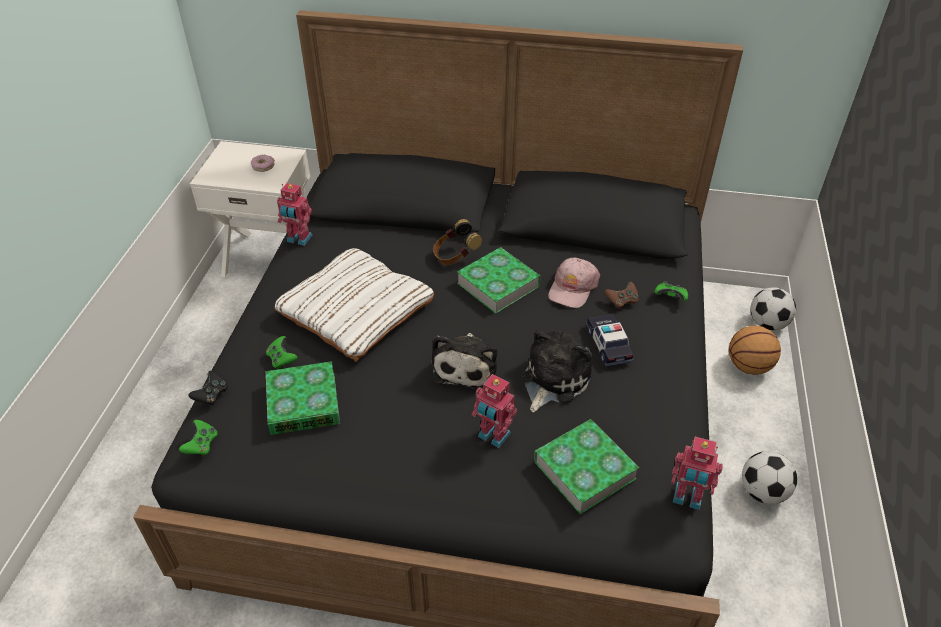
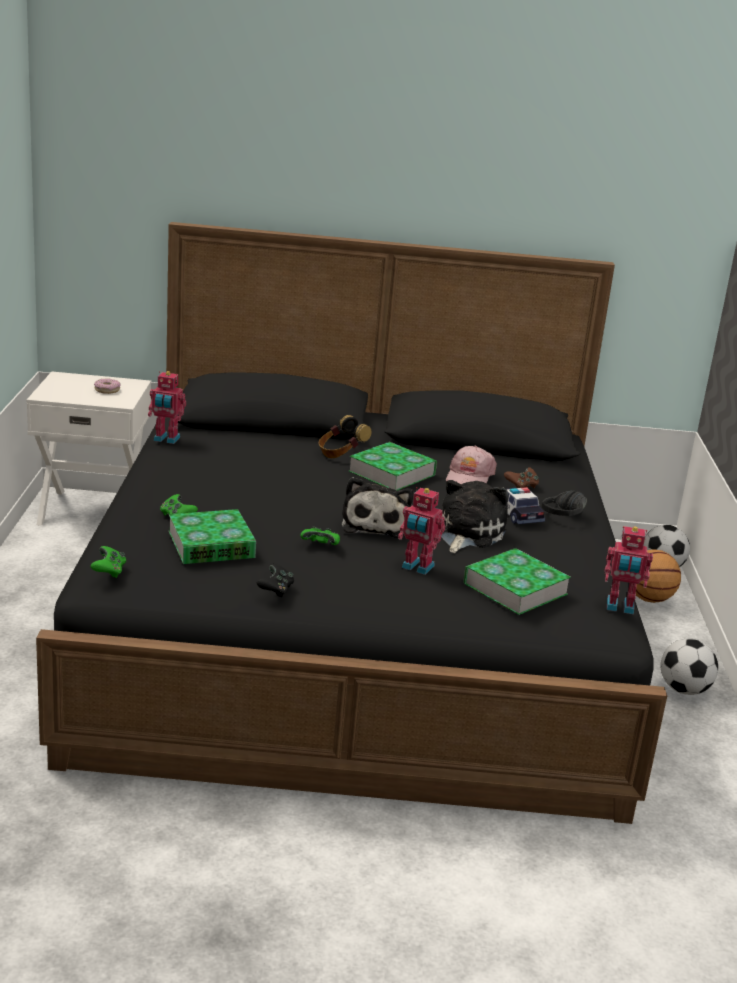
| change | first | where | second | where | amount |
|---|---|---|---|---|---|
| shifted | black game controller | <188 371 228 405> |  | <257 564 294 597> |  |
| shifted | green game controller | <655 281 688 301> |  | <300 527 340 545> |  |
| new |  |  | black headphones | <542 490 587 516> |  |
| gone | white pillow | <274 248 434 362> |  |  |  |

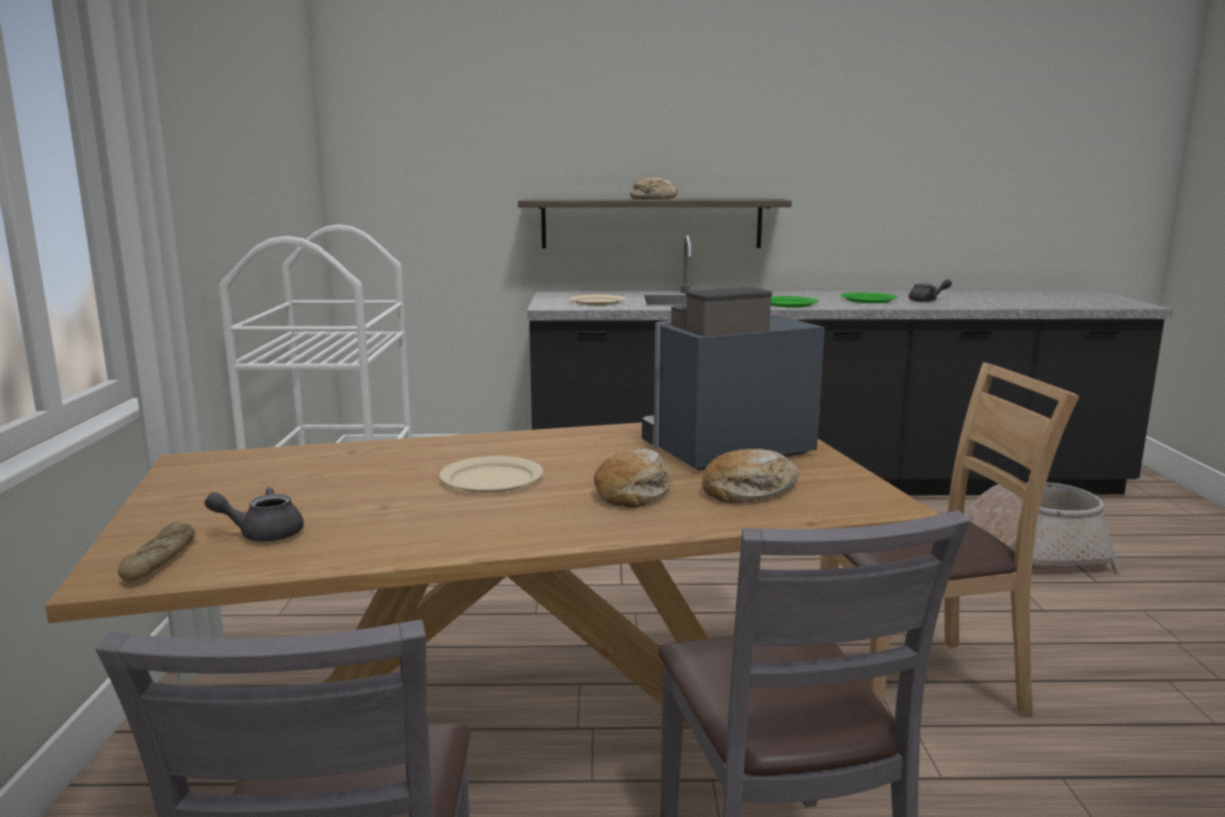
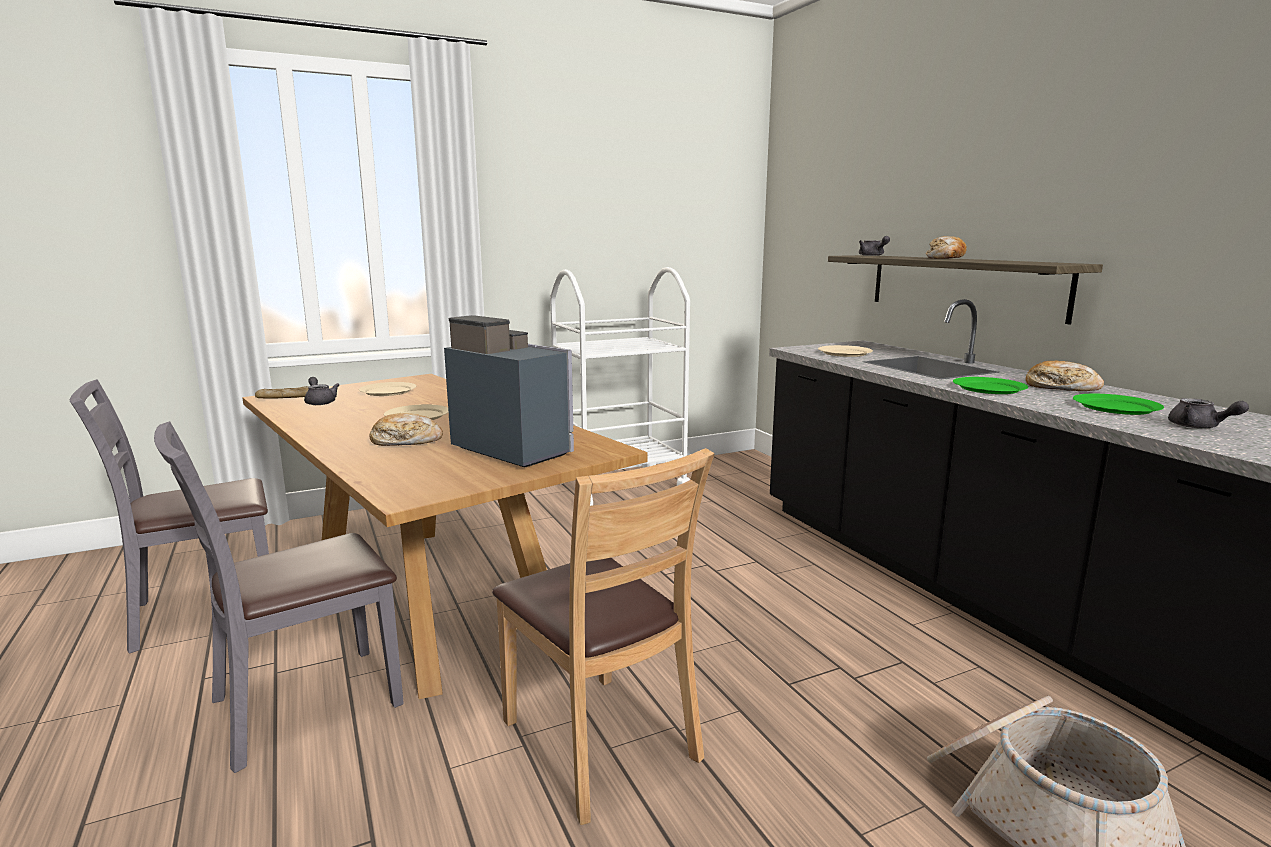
| change | first | where | second | where | amount |
|---|---|---|---|---|---|
| new |  |  | beige plate | <359 382 416 396> |  |
| new |  |  | grey teapot | <859 236 890 256> |  |
| shifted | bread | <702 449 799 503> |  | <1026 361 1104 391> |  |

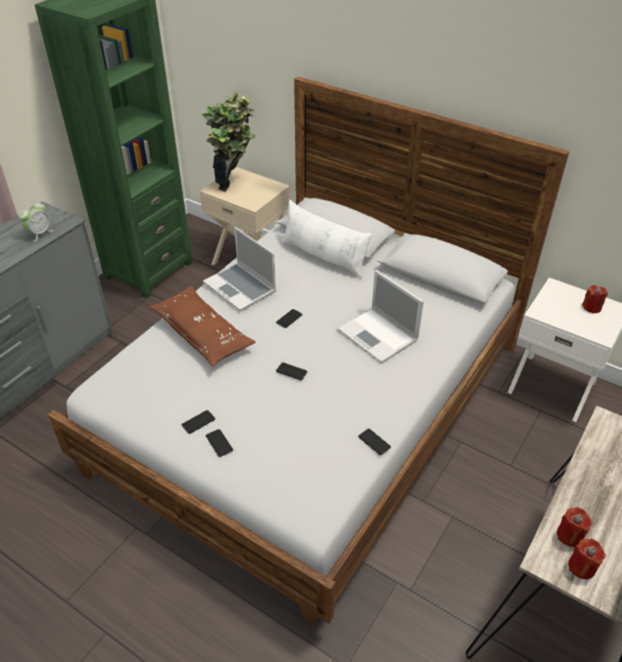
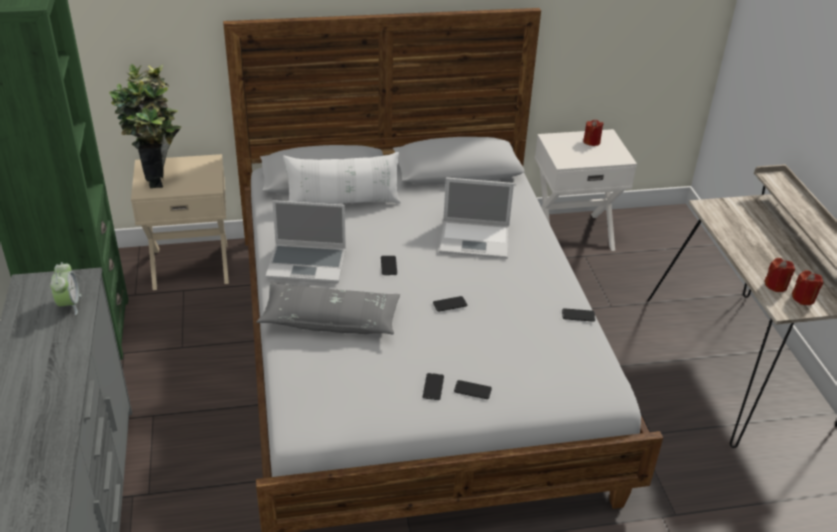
| change | first | where | second | where | amount |
|---|---|---|---|---|---|
| repainted | brown pillow | <149 286 256 367> | grey pillow | <257 282 400 334> |  |

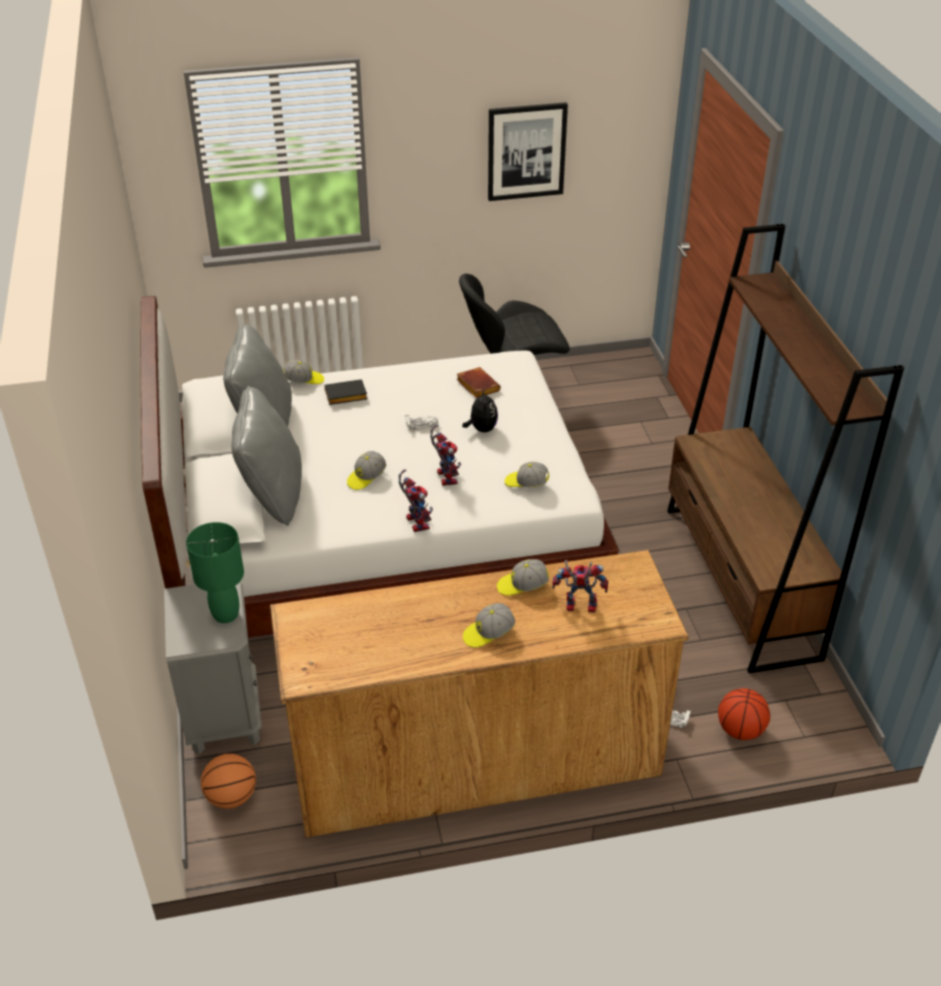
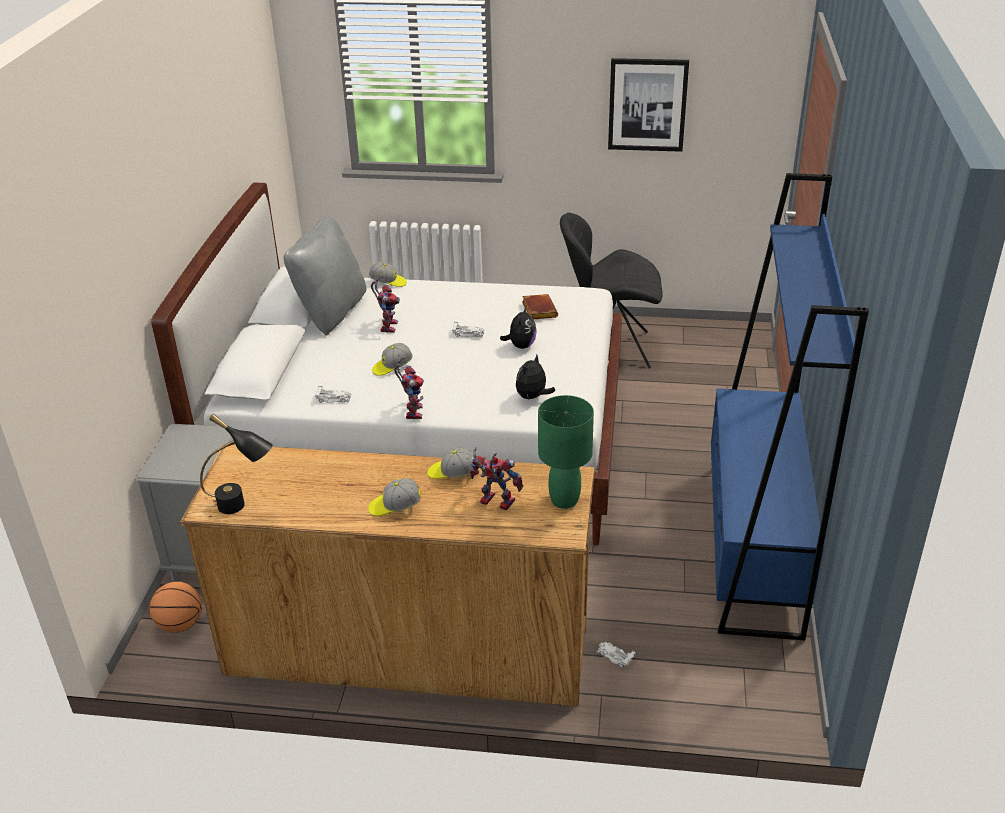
| change | first | where | second | where | amount |
|---|---|---|---|---|---|
| new |  |  | black table lamp | <200 414 273 514> |  |
| new |  |  | white toy car | <315 386 351 403> |  |
| shifted | toy robot | <430 425 461 486> |  | <371 276 400 333> |  |
| swapped | cap | <504 462 549 487> | plush toy | <516 355 555 399> |  |
| shifted | green table lamp | <186 522 244 623> |  | <538 395 594 509> |  |
| repainted | brown bookcase | <667 224 904 673> | blue bookcase | <711 173 869 640> |  |
| gone | grey pillow | <231 386 302 526> |  |  |  |
| gone | black book | <324 379 367 405> |  |  |  |
| gone | basketball | <718 688 770 740> |  |  |  |

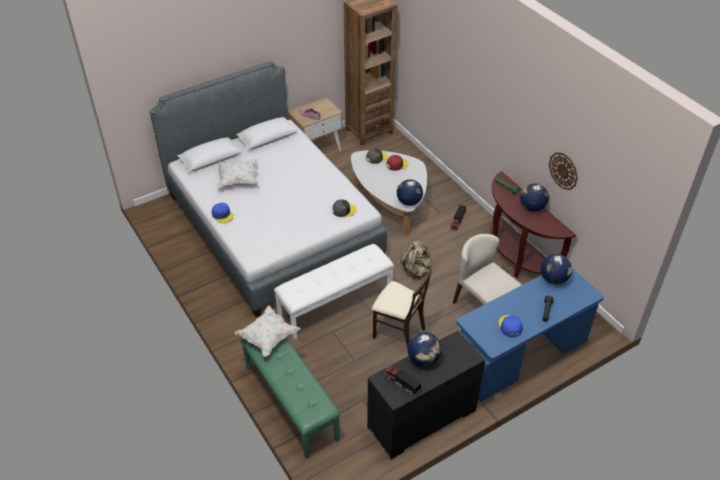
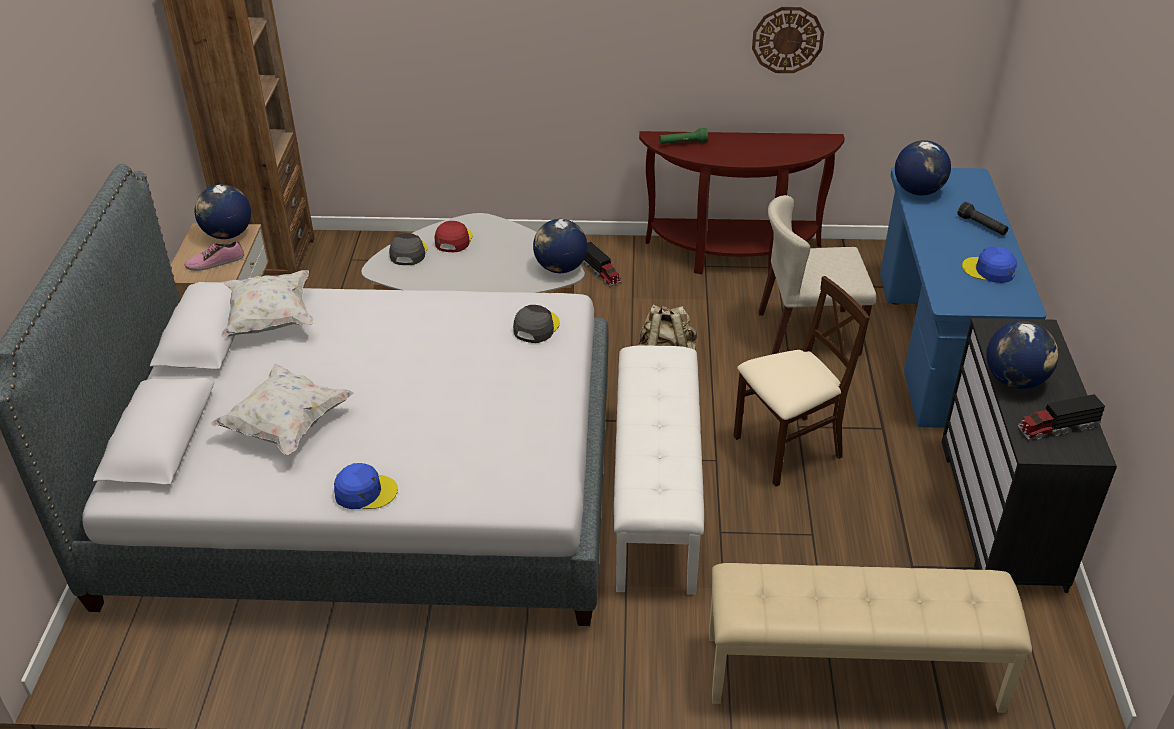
| change | first | where | second | where | amount |
|---|---|---|---|---|---|
| shifted | globe | <520 184 549 212> |  | <194 184 251 239> |  |
| shifted | white pillow | <234 305 301 357> |  | <219 270 314 338> |  |
| repainted | green bench | <241 337 341 459> | beige bench | <709 563 1032 713> |  |

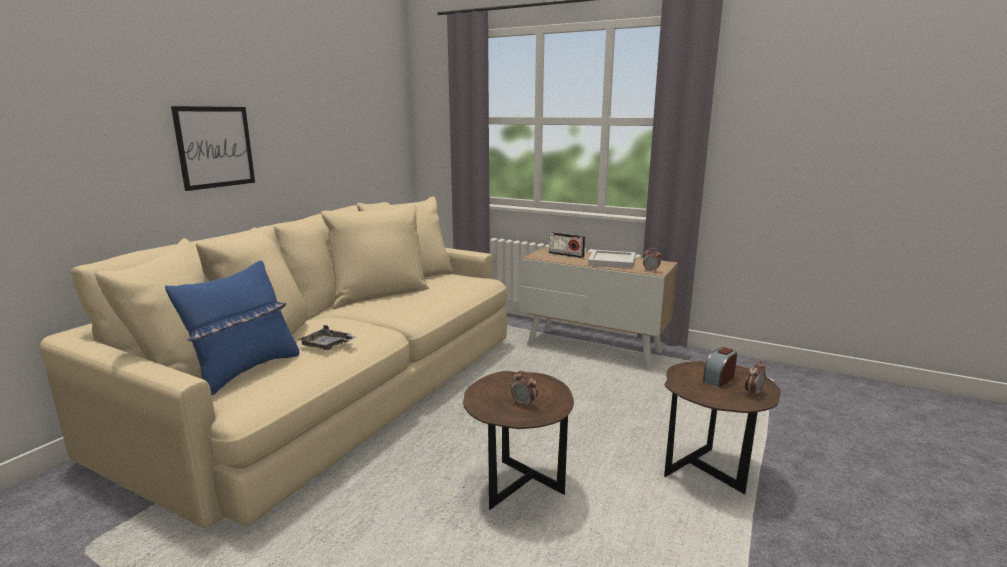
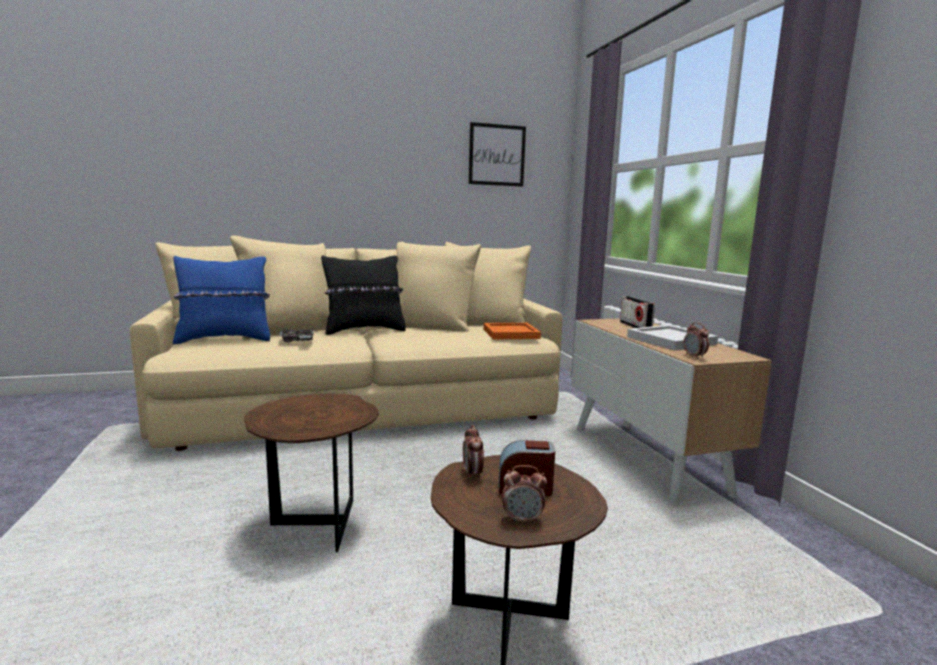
| change | first | where | second | where | amount |
|---|---|---|---|---|---|
| new |  |  | black pillow | <321 255 406 335> |  |
| shifted | alarm clock | <511 371 538 408> |  | <463 425 484 480> |  |
| shifted | picture | <171 106 255 191> |  | <468 122 526 187> |  |
| new |  |  | orange tray | <483 323 541 339> |  |

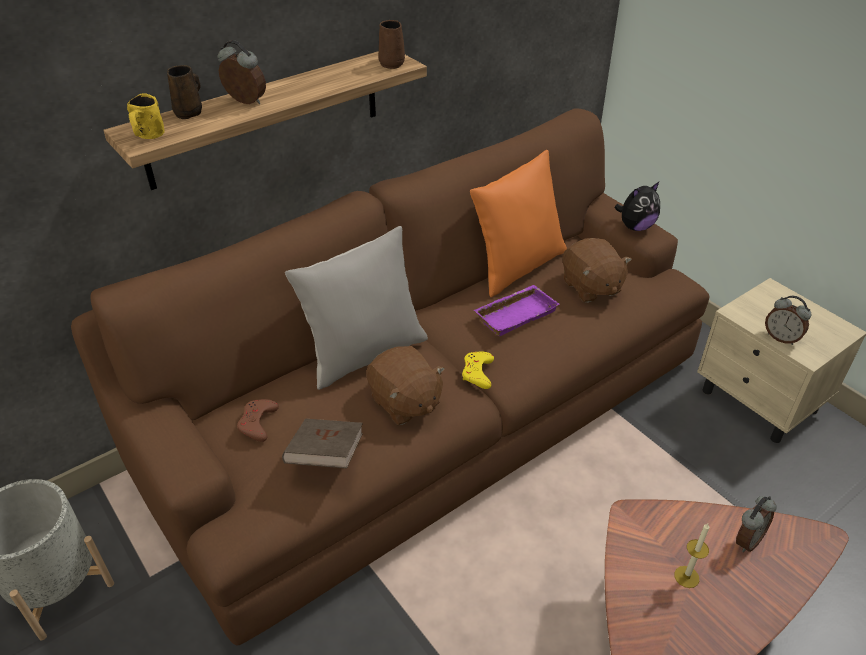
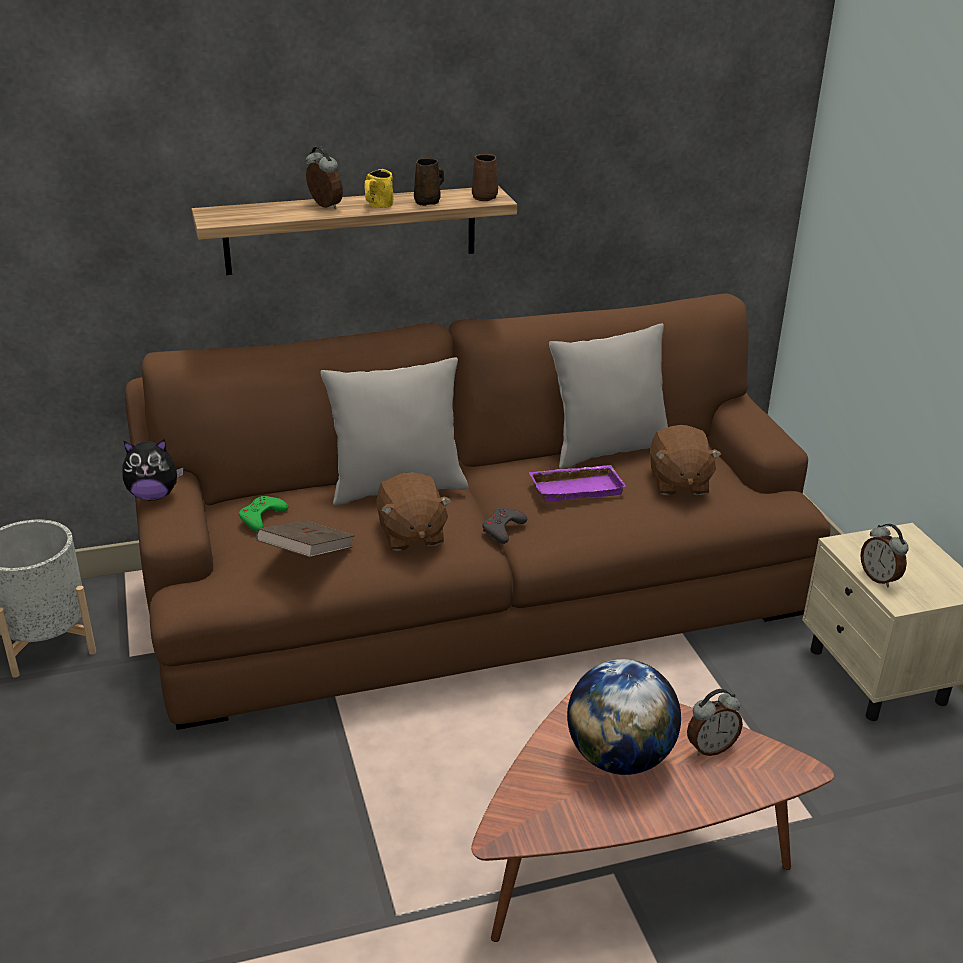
| change | first | where | second | where | amount |
|---|---|---|---|---|---|
| shifted | plush toy | <615 182 660 231> |  | <122 439 184 501> |  |
| repainted | brown game controller | <237 399 279 442> | green game controller | <239 496 288 532> |  |
| shifted | yellow mug | <127 93 164 139> |  | <364 169 394 208> |  |
| shifted | brown mug | <167 65 202 119> |  | <414 158 444 206> |  |
| repainted | yellow game controller | <462 352 494 389> | grey game controller | <482 508 527 544> |  |
| repainted | orange pillow | <470 150 567 297> | grey pillow | <549 324 668 469> |  |
| swapped | candle | <674 523 709 588> | globe | <567 659 681 775> |  |

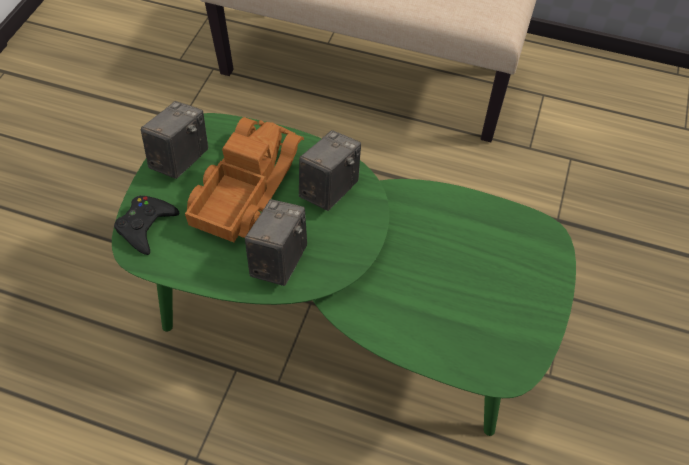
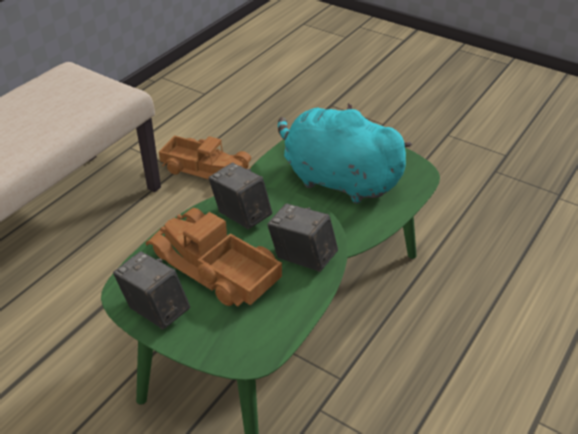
| change | first | where | second | where | amount |
|---|---|---|---|---|---|
| new |  |  | toy truck | <159 135 251 179> |  |
| new |  |  | turquoise plush toy | <278 103 412 204> |  |
| gone | black game controller | <114 196 179 255> |  |  |  |

